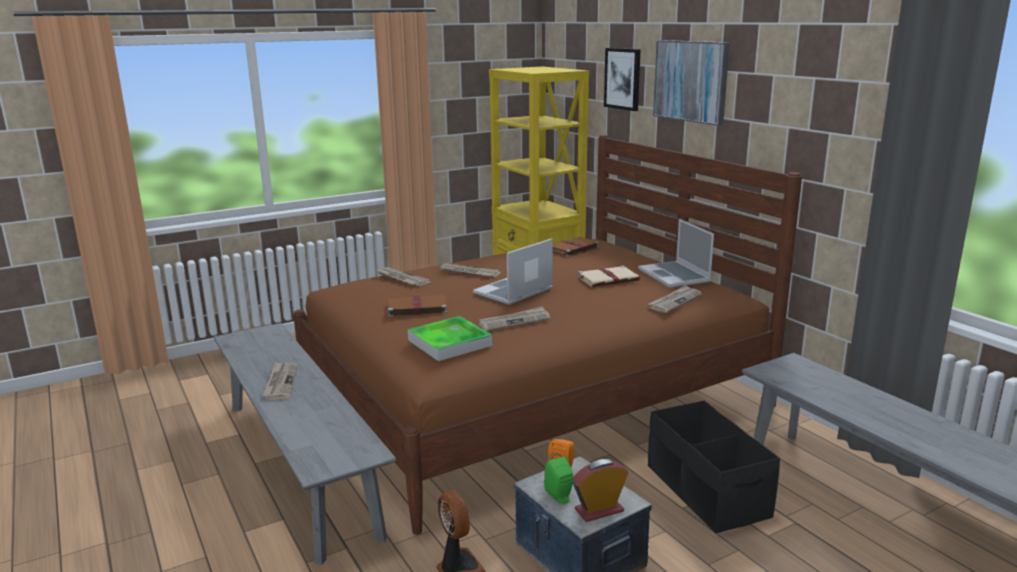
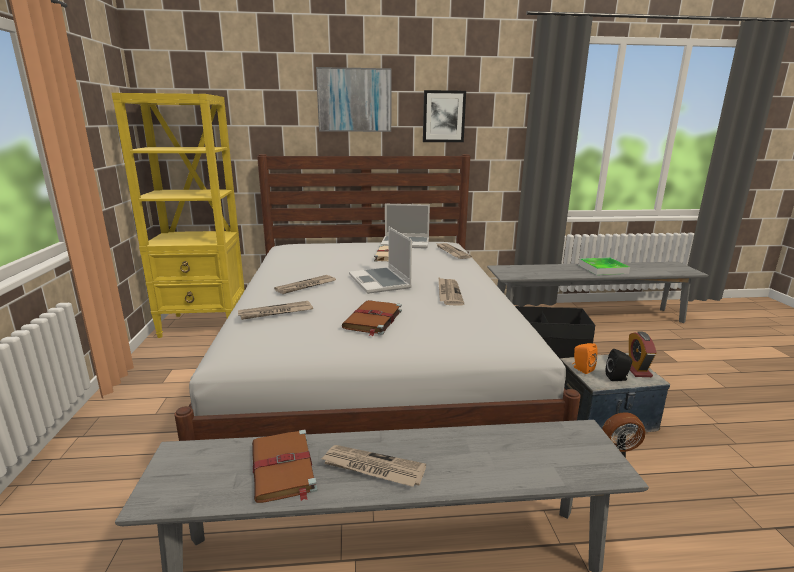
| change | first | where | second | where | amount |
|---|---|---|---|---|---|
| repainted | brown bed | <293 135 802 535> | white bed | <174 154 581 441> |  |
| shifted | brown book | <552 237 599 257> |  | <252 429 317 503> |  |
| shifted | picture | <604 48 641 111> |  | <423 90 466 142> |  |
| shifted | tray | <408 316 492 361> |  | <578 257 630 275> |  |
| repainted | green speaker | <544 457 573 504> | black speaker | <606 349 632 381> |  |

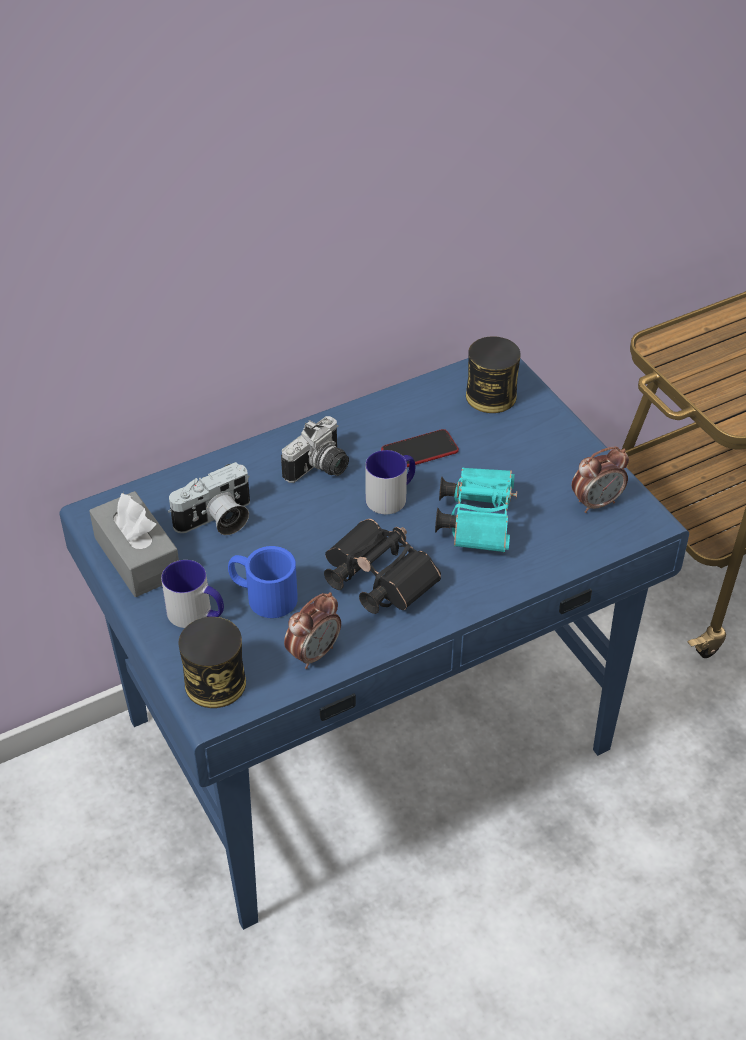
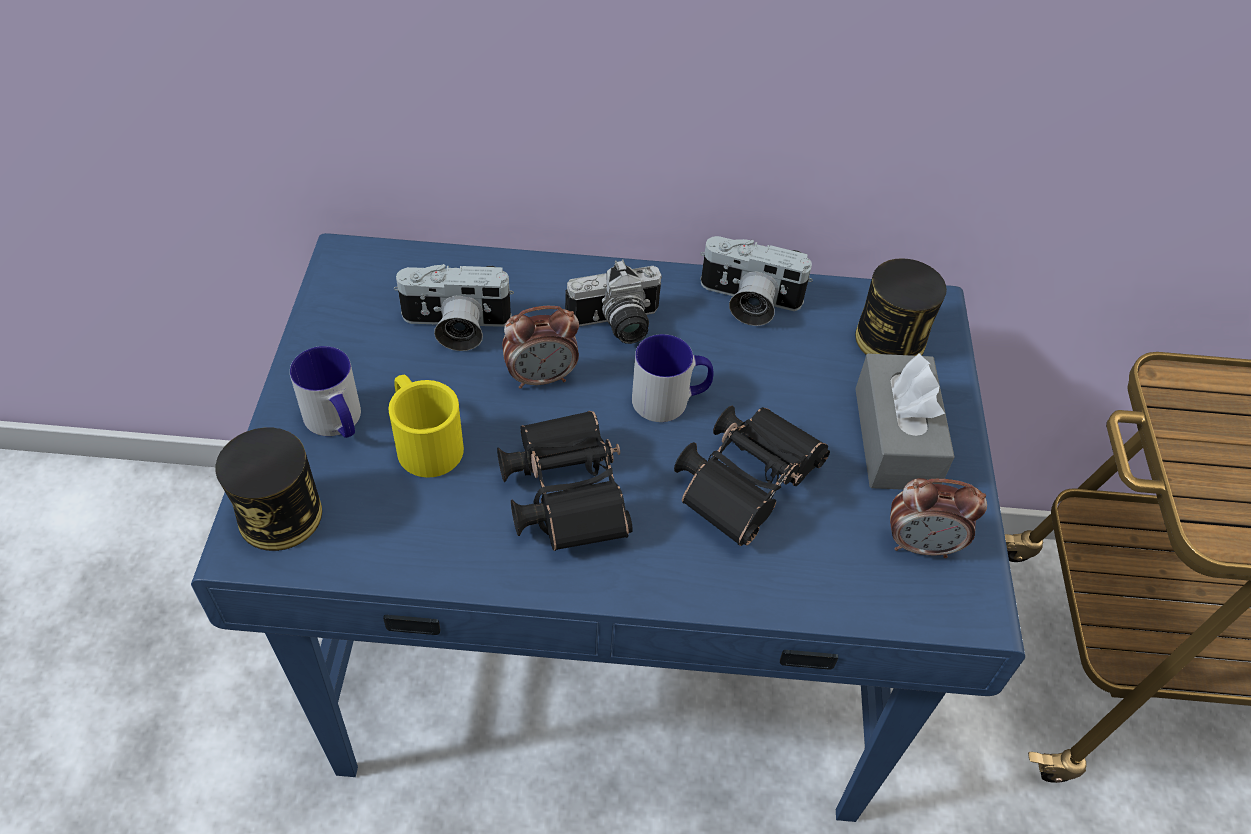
| change | first | where | second | where | amount |
|---|---|---|---|---|---|
| repainted | blue mug | <228 546 298 618> | yellow mug | <388 375 464 478> |  |
| shifted | alarm clock | <284 592 341 669> |  | <502 306 579 389> |  |
| repainted | turquoise binoculars | <435 467 517 553> | black binoculars | <674 406 830 546> |  |
| new |  |  | photo camera | <700 236 813 326> |  |
| shifted | grey tissue box | <89 491 179 597> |  | <855 353 954 490> |  |
| gone | phone | <381 429 459 467> |  |  |  |

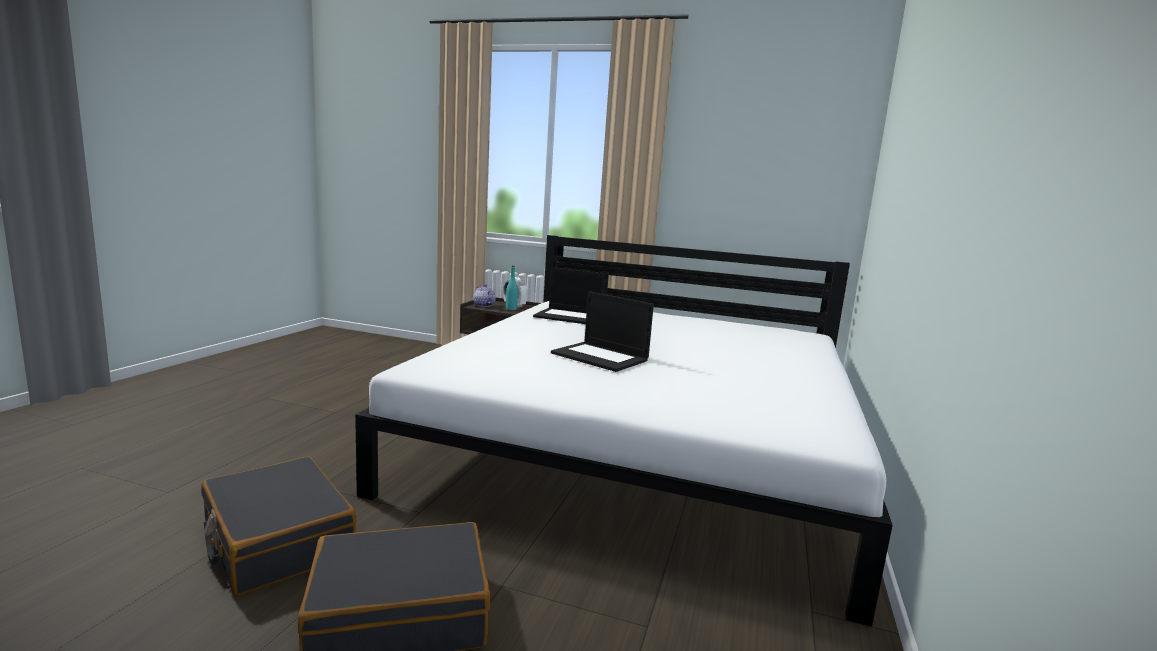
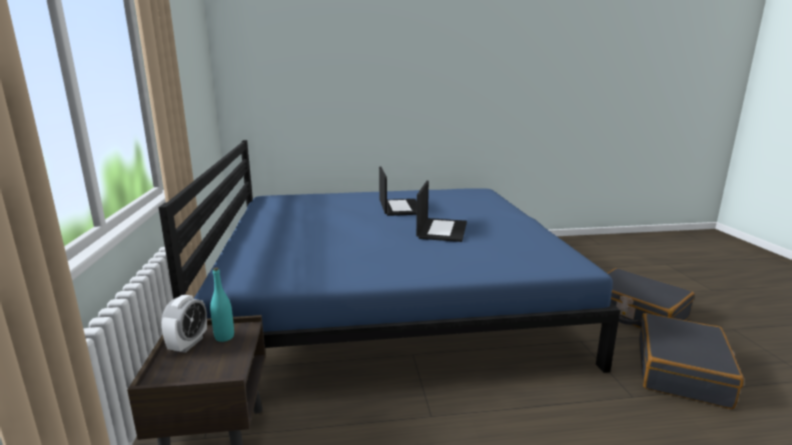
| change | first | where | second | where | amount |
|---|---|---|---|---|---|
| repainted | white bed | <355 235 893 626> | blue bed | <159 140 620 373> |  |
| shifted | laptop | <533 267 609 324> |  | <379 167 417 216> |  |
| gone | teapot | <473 284 496 307> |  |  |  |

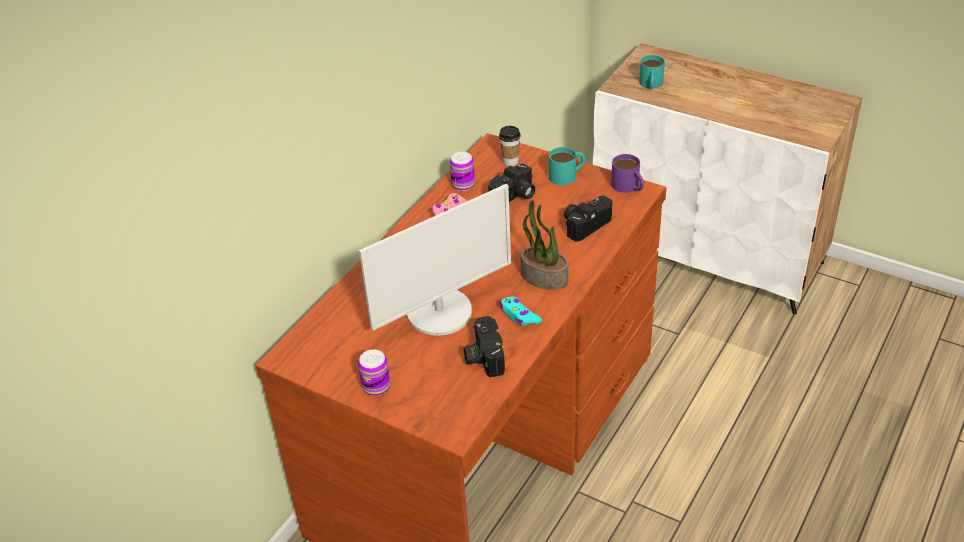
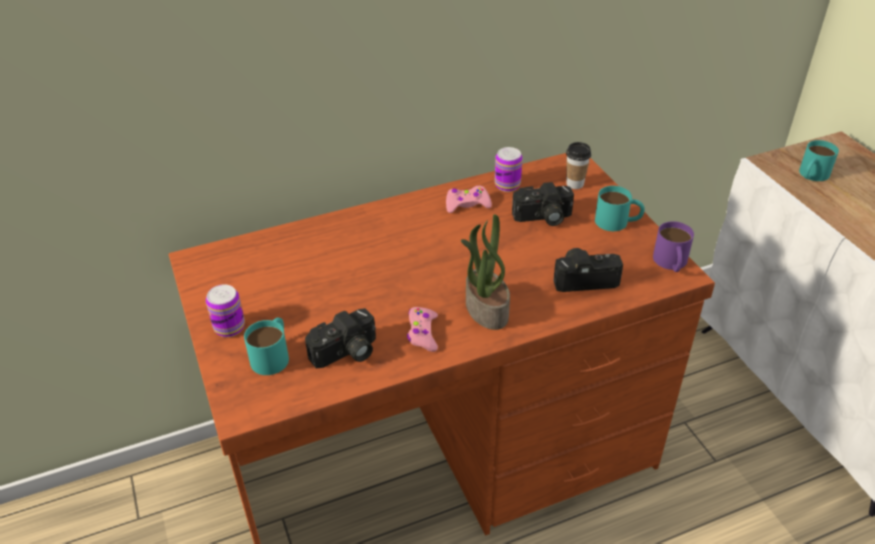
| change | first | where | second | where | amount |
|---|---|---|---|---|---|
| new |  |  | turquoise mug | <244 317 289 375> |  |
| rotated | photo camera | <464 316 505 377> |  | <305 308 376 368> | 150 degrees counterclockwise |
| repainted | turquoise game controller | <500 296 542 325> | pink game controller | <407 307 438 352> |  |
| gone | monitor | <359 184 511 336> |  |  |  |

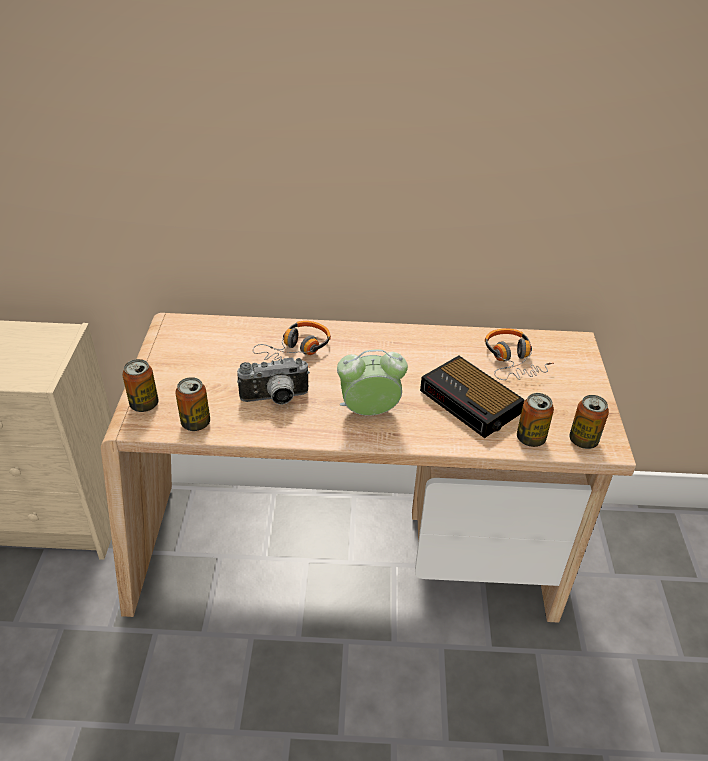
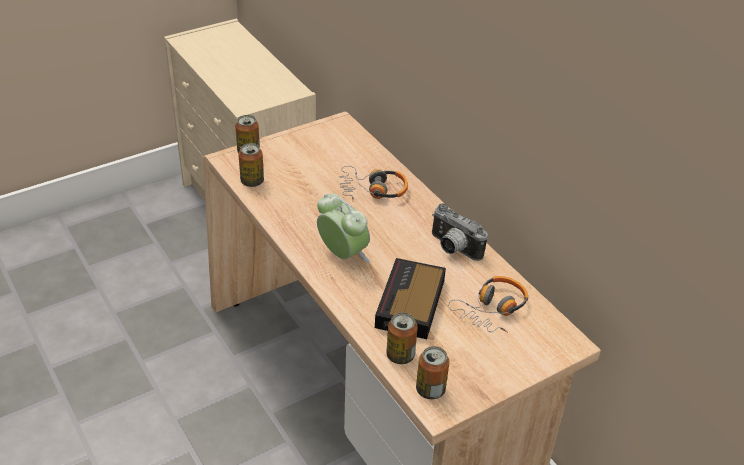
| change | first | where | second | where | amount |
|---|---|---|---|---|---|
| shifted | photo camera | <237 358 310 405> |  | <432 203 488 261> |  |

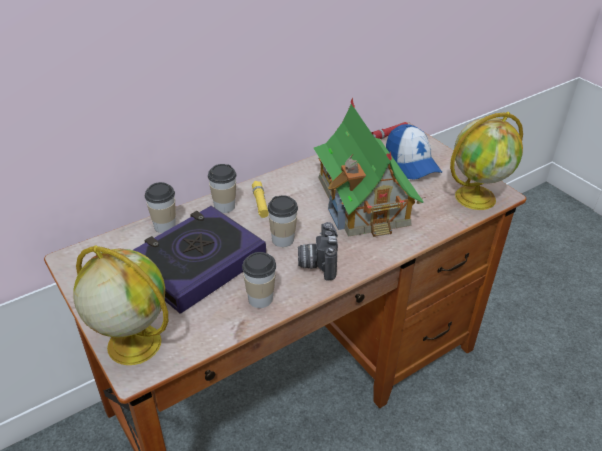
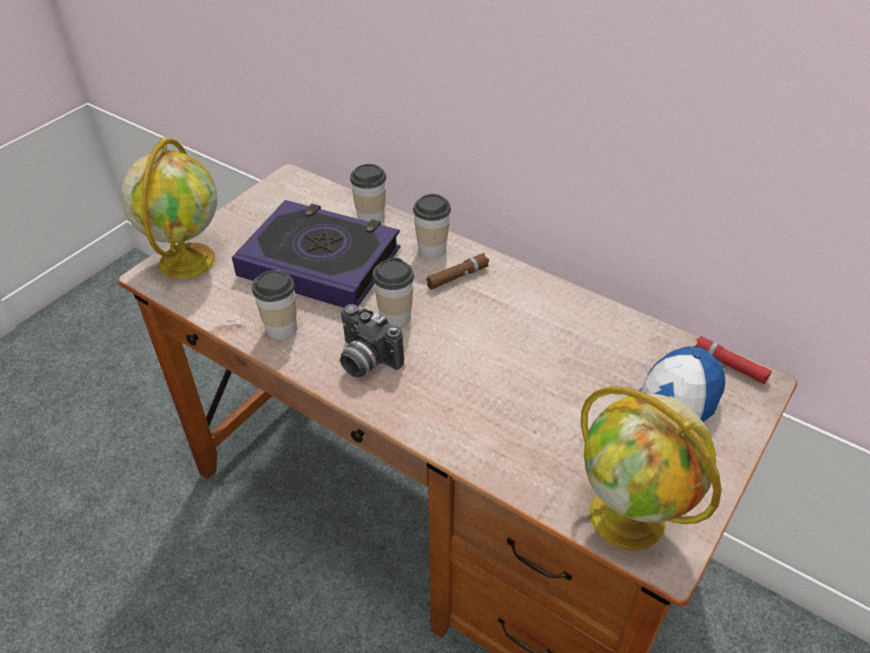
| change | first | where | second | where | amount |
|---|---|---|---|---|---|
| rotated | photo camera | <298 222 338 280> |  | <340 304 404 377> | 120 degrees counterclockwise |
| repainted | yellow flashlight | <252 181 269 218> | brown flashlight | <426 253 489 290> |  |
| gone | toy house | <313 98 426 237> |  |  |  |

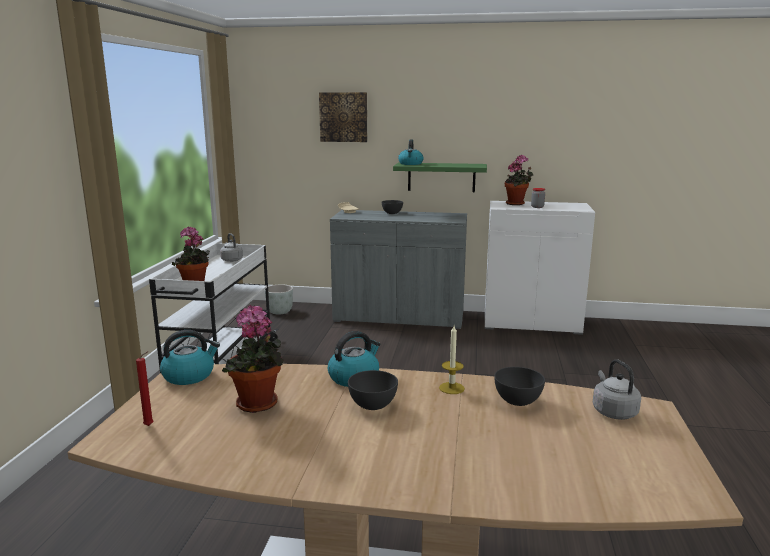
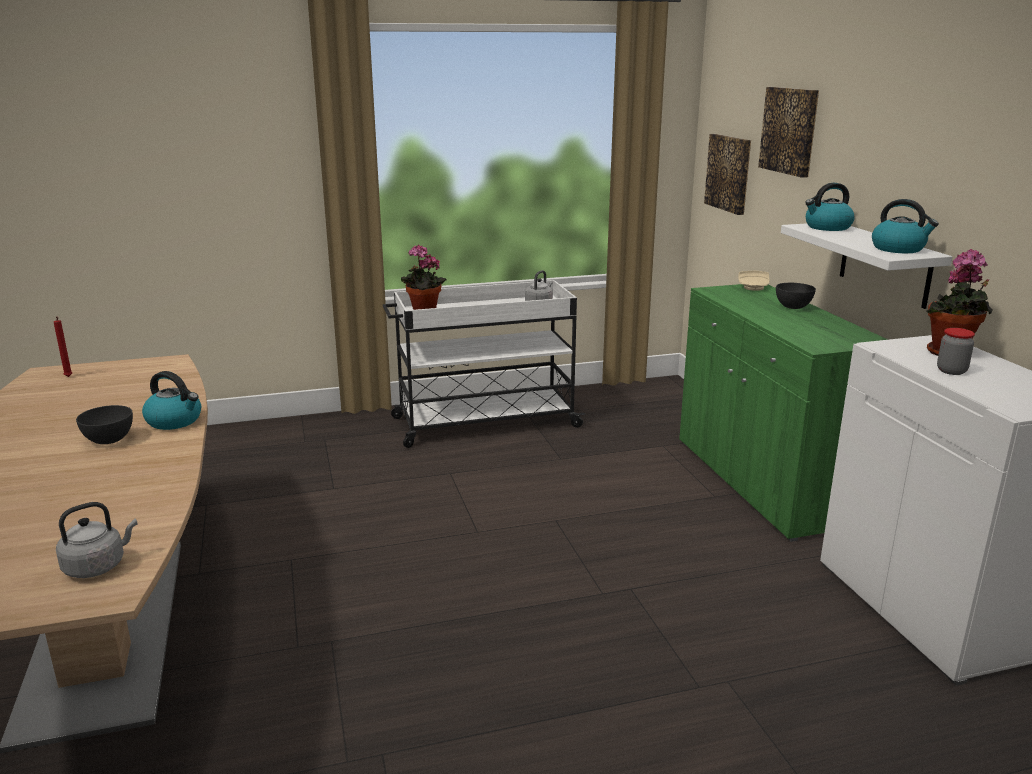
| change | first | where | second | where | amount |
|---|---|---|---|---|---|
| repainted | grey cabinet | <330 210 467 329> | green cabinet | <679 284 888 542> |  |
| new |  |  | picture | <704 134 751 215> |  |
| repainted | green shelf | <393 163 487 192> | white shelf | <781 223 952 309> |  |
| shifted | kettle | <160 330 220 385> |  | <872 199 939 253> |  |
| gone | potted plant | <222 305 284 413> |  |  |  |
| gone | grey planter | <265 284 293 315> |  |  |  |
| gone | candle | <439 326 465 394> |  |  |  |
| gone | grey bowl | <494 367 545 406> |  |  |  |

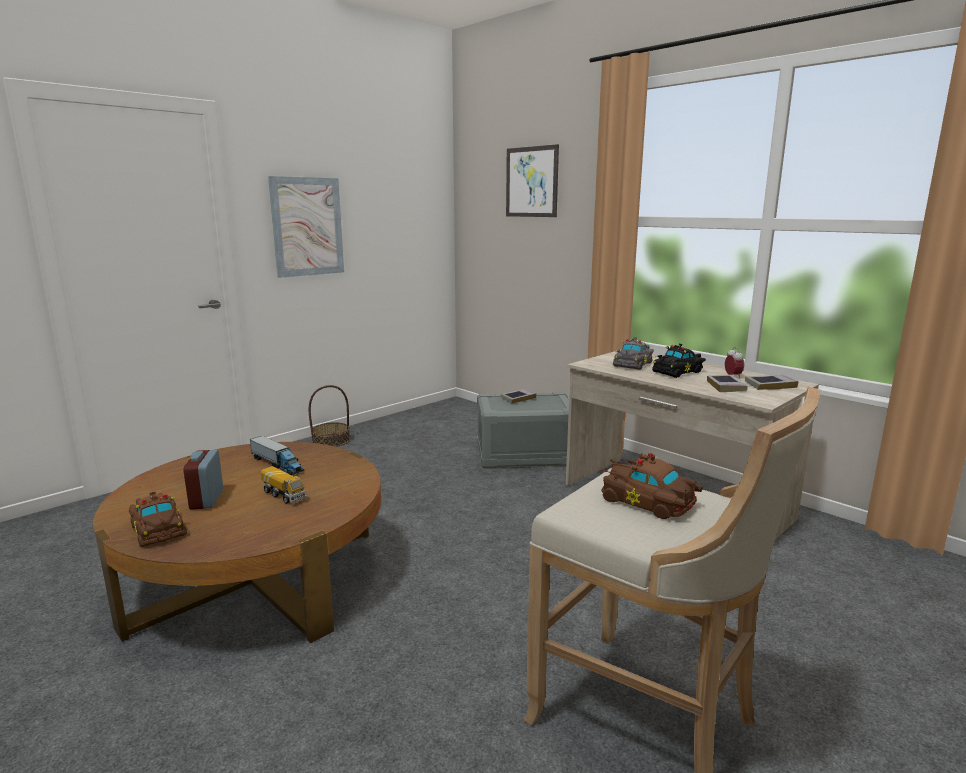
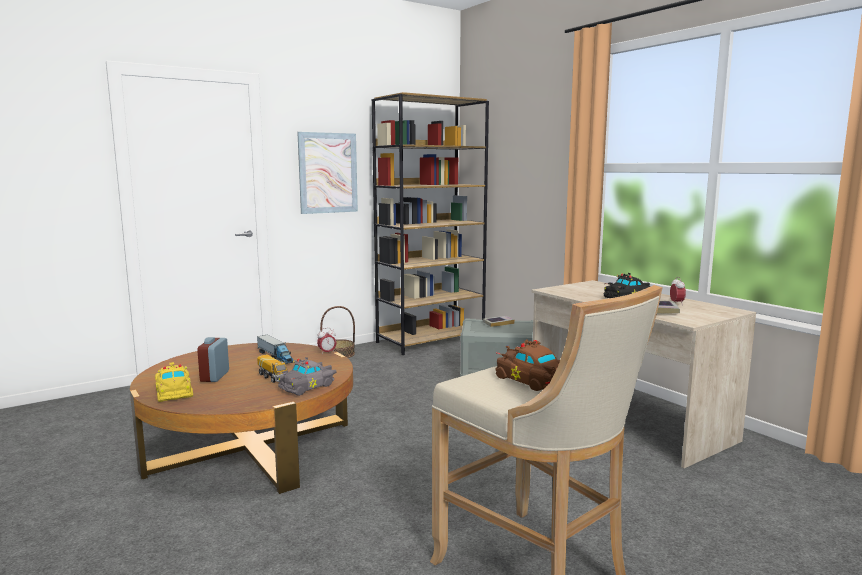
| change | first | where | second | where | amount |
|---|---|---|---|---|---|
| repainted | brown toy car | <129 492 187 547> | yellow toy car | <155 362 193 402> |  |
| shifted | grey toy car | <613 337 654 370> |  | <277 357 337 396> |  |
| new |  |  | alarm clock | <317 328 336 354> |  |
| new |  |  | brown bookcase | <372 92 489 355> |  |
| gone | picture | <506 144 559 217> |  |  |  |
| gone | book | <745 375 799 390> |  |  |  |

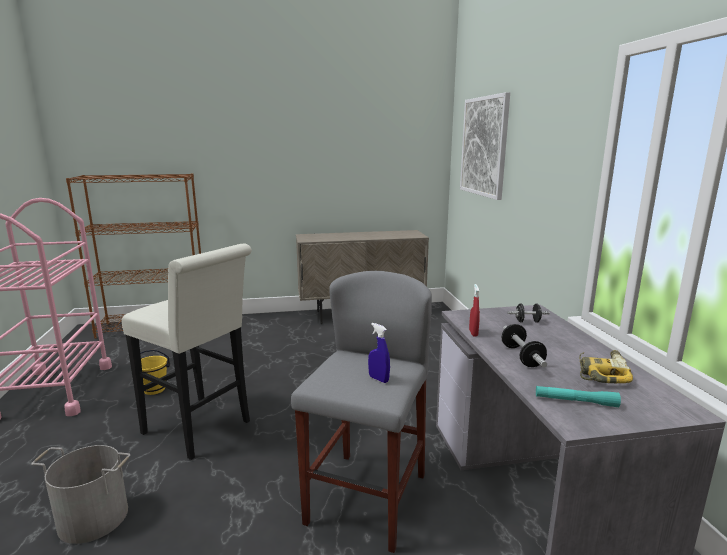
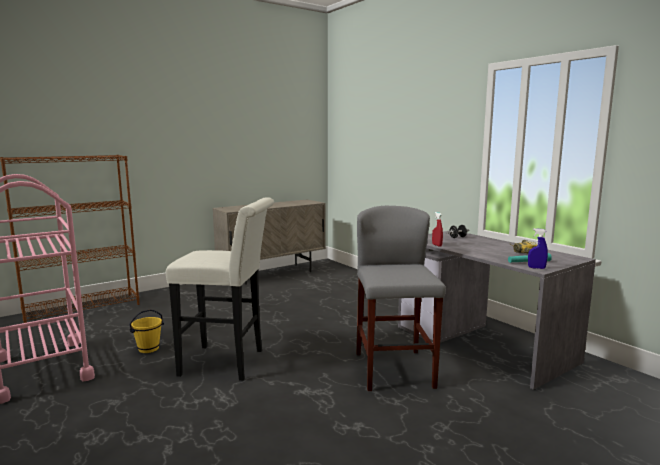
| change | first | where | second | where | amount |
|---|---|---|---|---|---|
| shifted | blue spray bottle | <368 323 390 383> |  | <528 228 548 269> |  |
| gone | grey bucket | <31 445 130 544> |  |  |  |
| gone | picture | <460 92 510 200> |  |  |  |
| gone | dumbbell | <501 324 547 367> |  |  |  |

